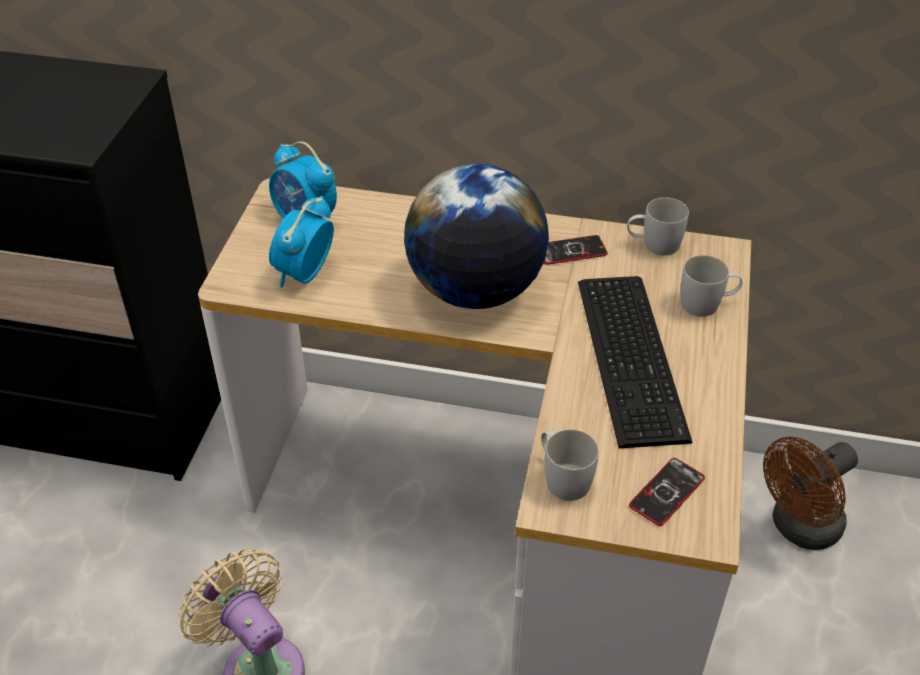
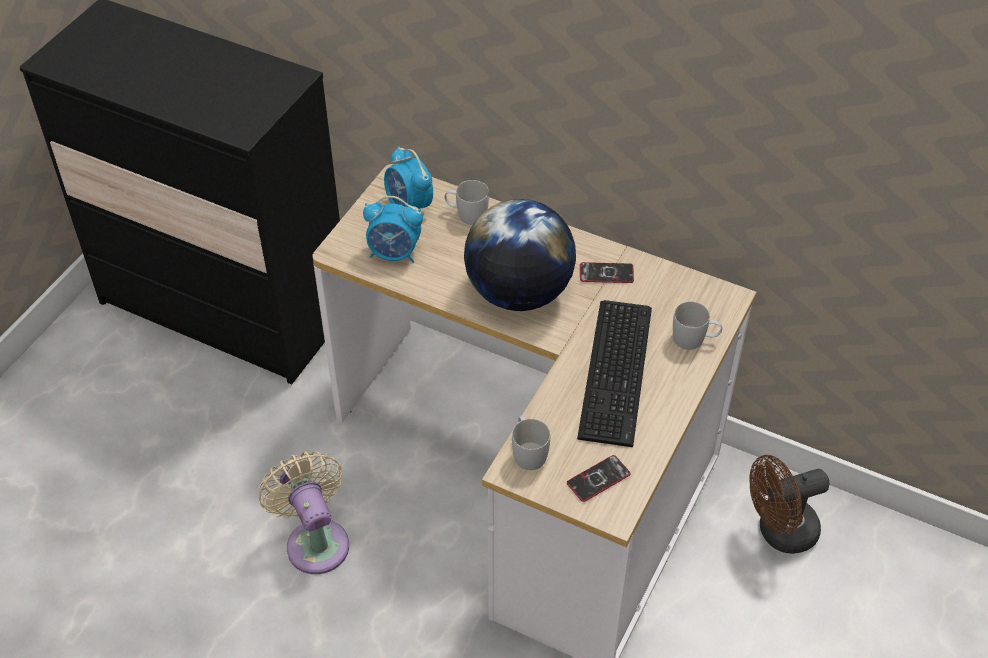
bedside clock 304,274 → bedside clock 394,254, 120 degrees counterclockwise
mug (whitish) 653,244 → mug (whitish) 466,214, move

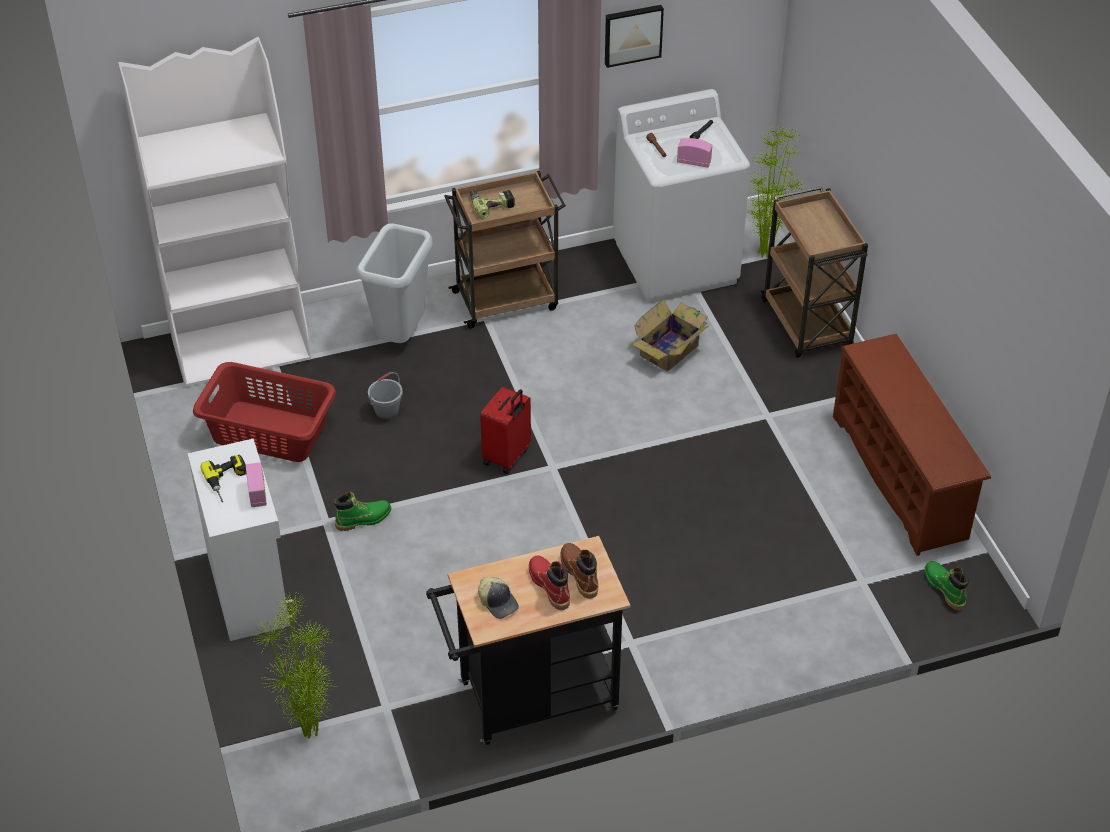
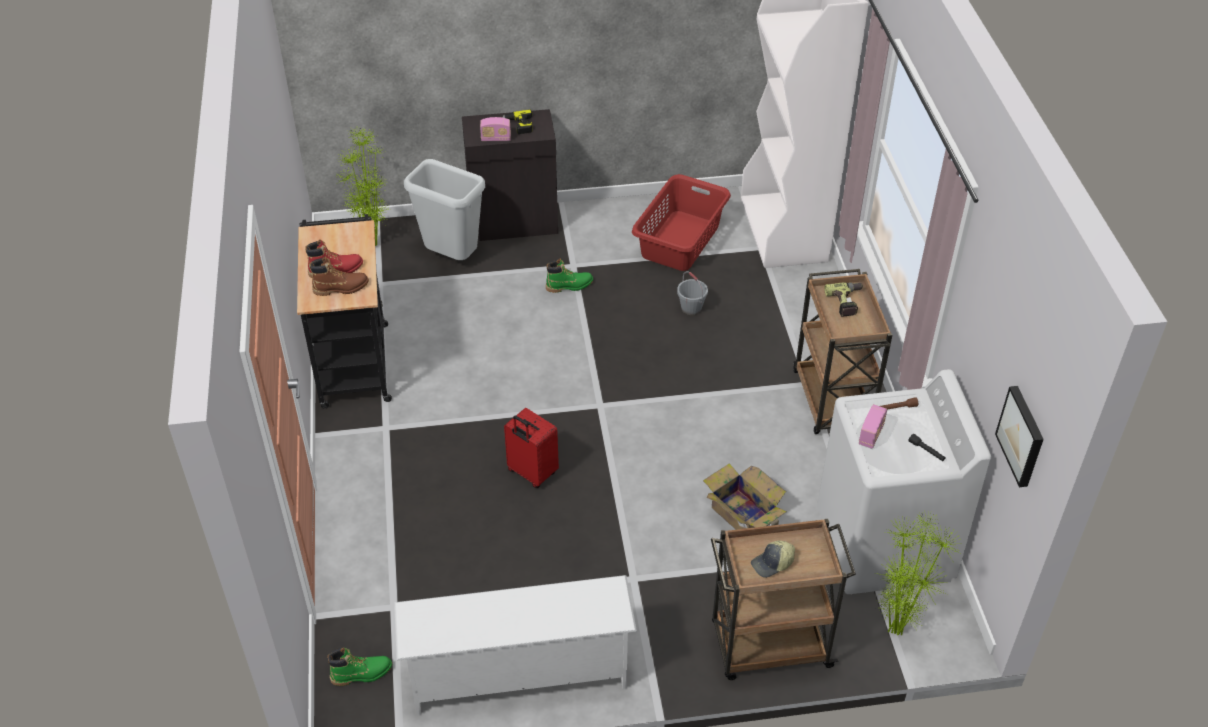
shoe stand (brown-coloured) 901,477 → shoe stand (whitish) 518,676
rubbish bin (gray) 402,337 → rubbish bin (gray) 451,258, move
storage cabinet (whitish) 250,590 → storage cabinet (blackish) 514,224
suitcase (red-coloured) 507,456 → suitcase (red-coloured) 531,473, move
tall boot (green-coloured) 363,519 → tall boot (green-coloured) 569,286, 90 degrees counterclockwise
cap 498,602 → cap 772,564, move
wall picture 632,34 → wall picture 1022,436, move

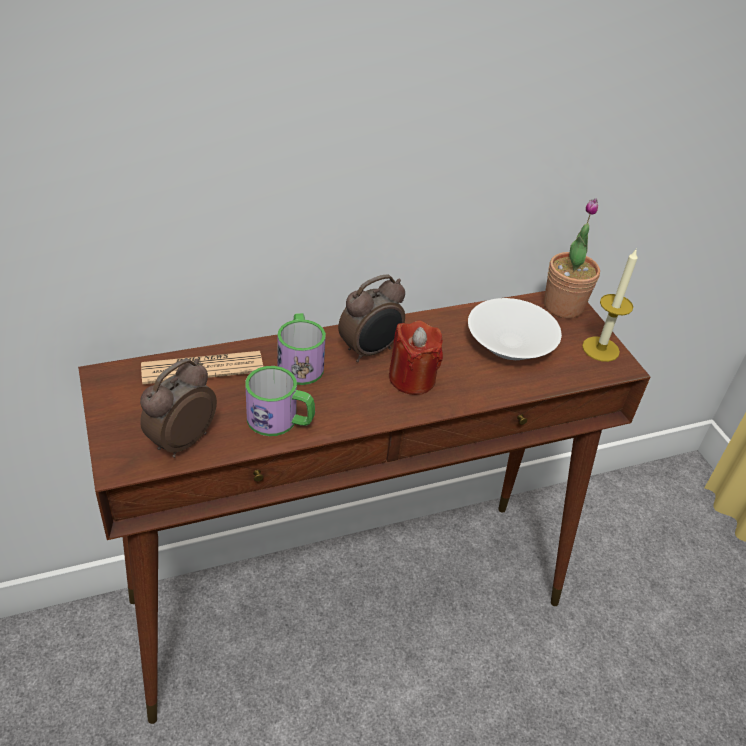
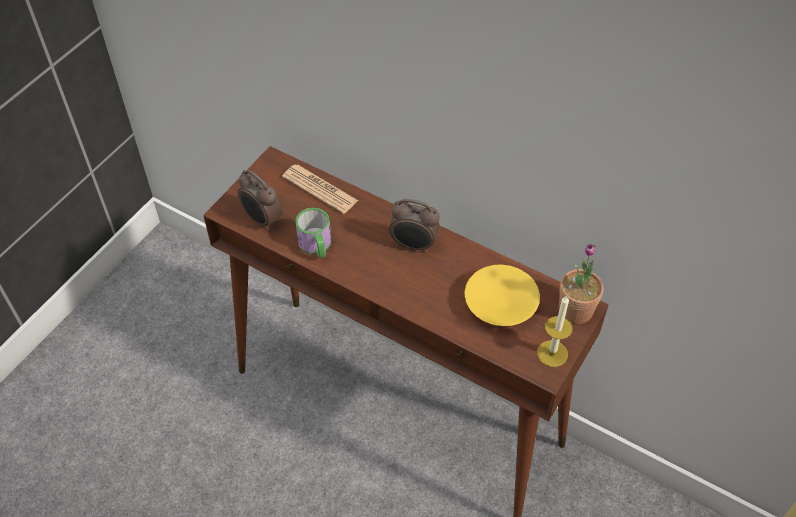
bedside clock 181,441 → bedside clock 262,220, 135 degrees counterclockwise
bowl (whitish) 511,344 → bowl (yellow-coloured) 500,305
mug 300,362 → -
candle (red-coloured) 412,379 → -

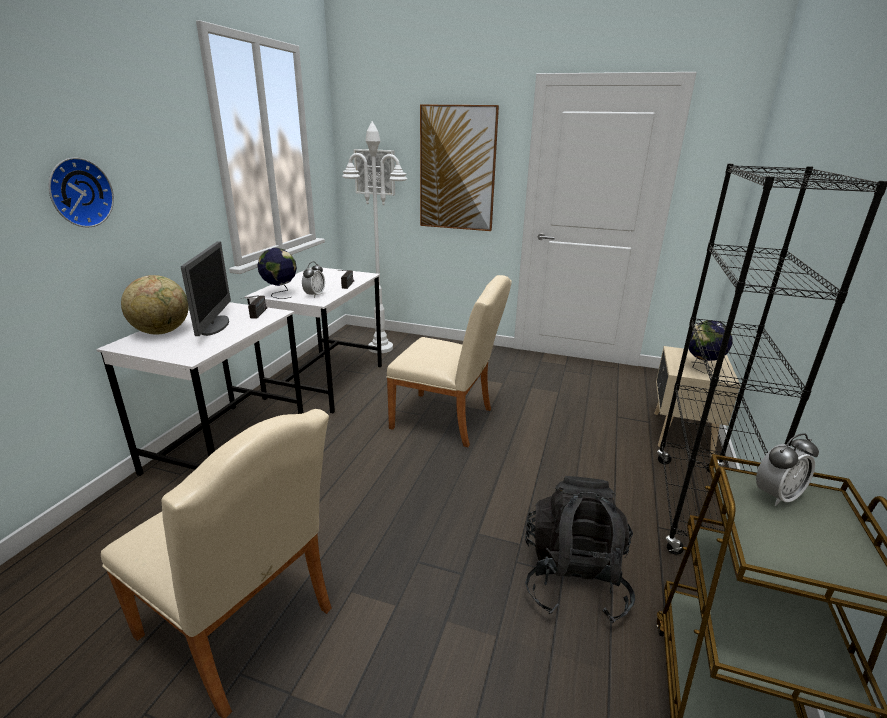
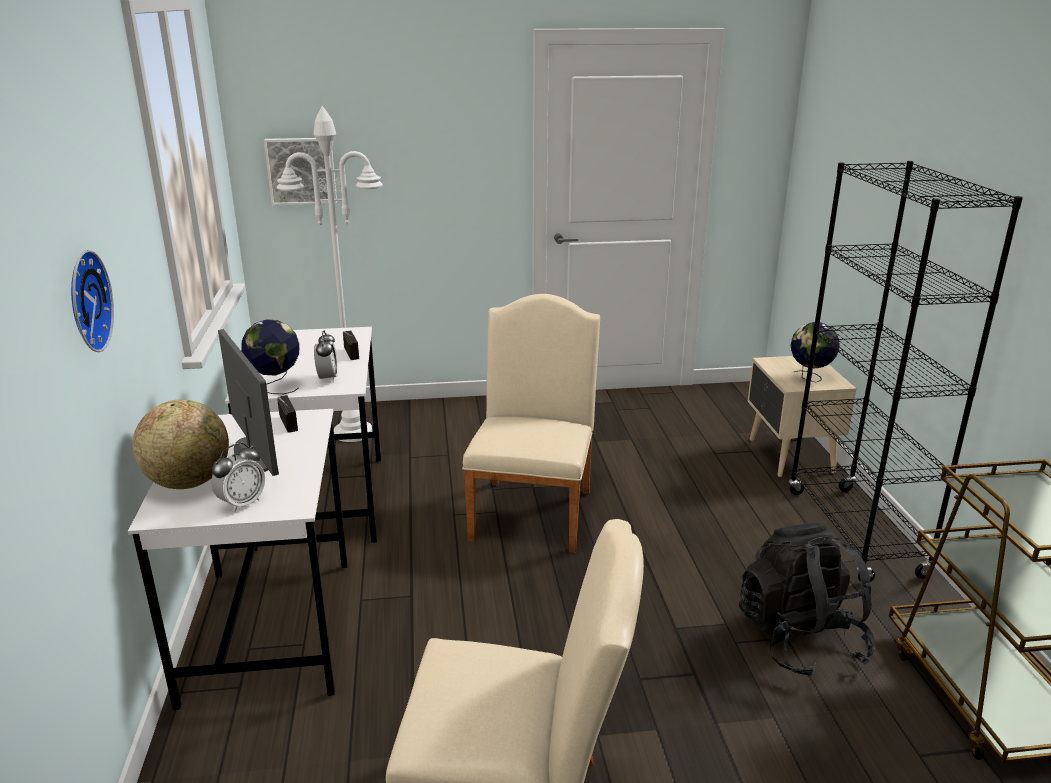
bedside clock 776,496 → bedside clock 242,503, move
upright chair (beige) 448,420 → upright chair (beige) 534,509, 75 degrees counterclockwise
wall picture 457,169 → -

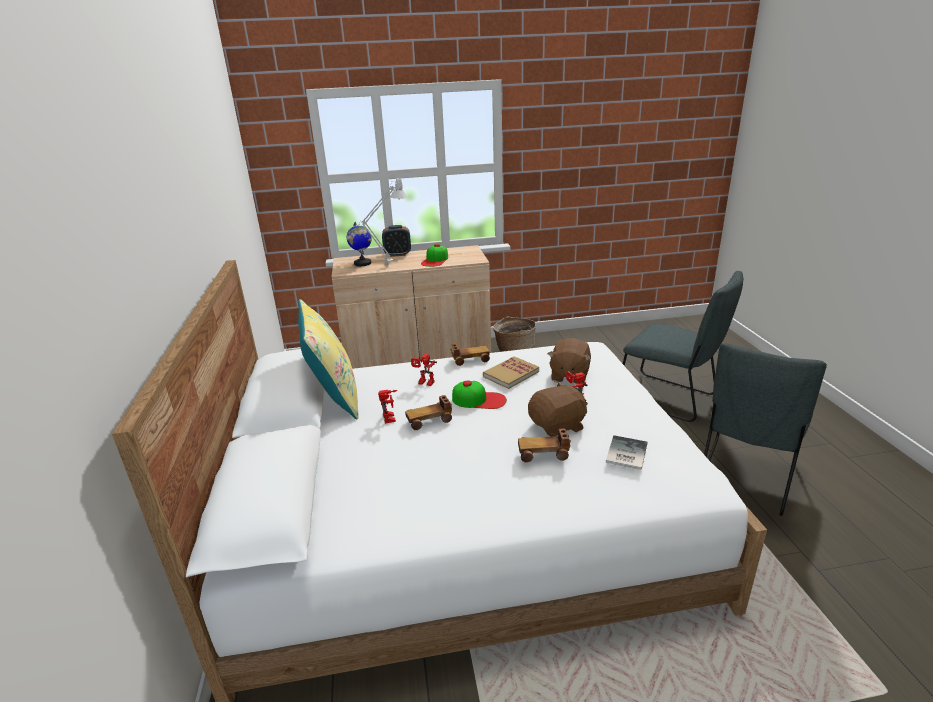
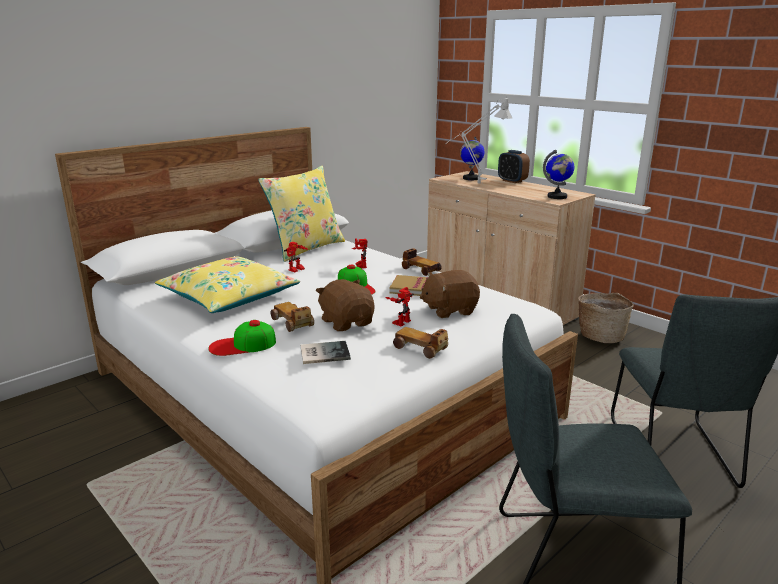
- → throw pillow (yellow-coloured) 229,297
cap 435,260 → cap 242,345, move
cuddly toy (brown-coloured) 558,426 → cuddly toy (brown-coloured) 347,323, 150 degrees counterclockwise
toy car 429,420 → toy car 421,349, move
- → world globe 557,197

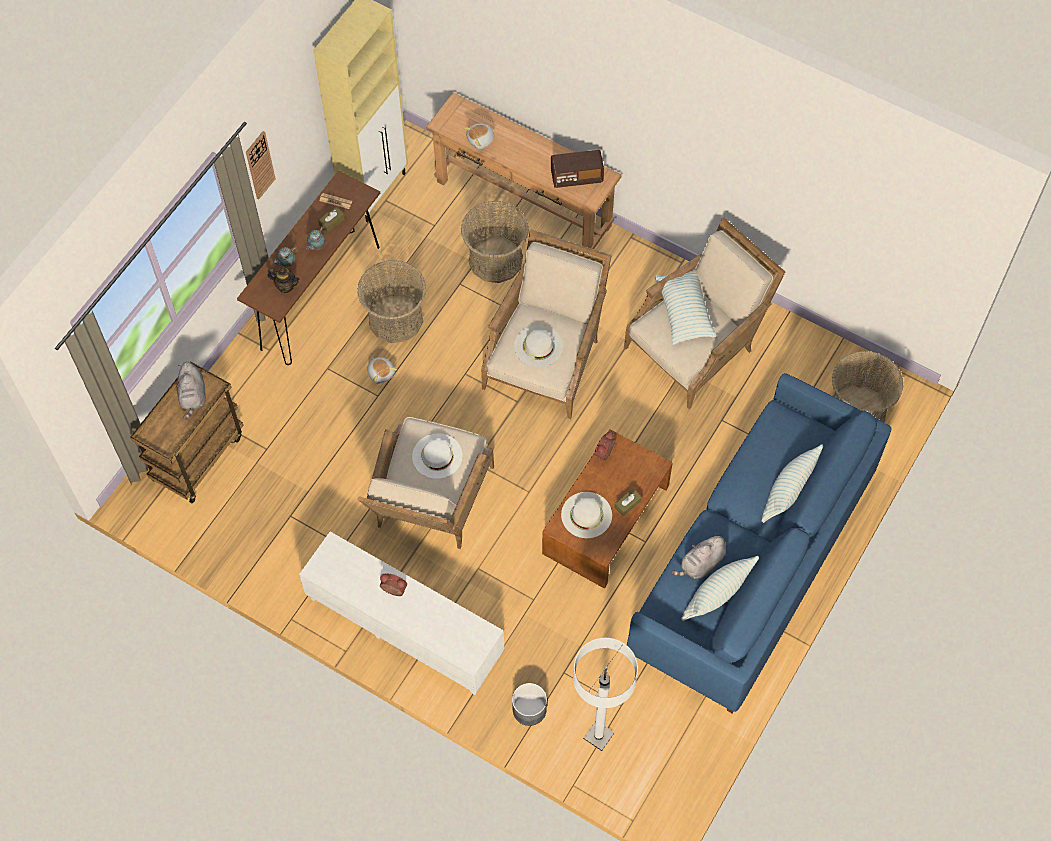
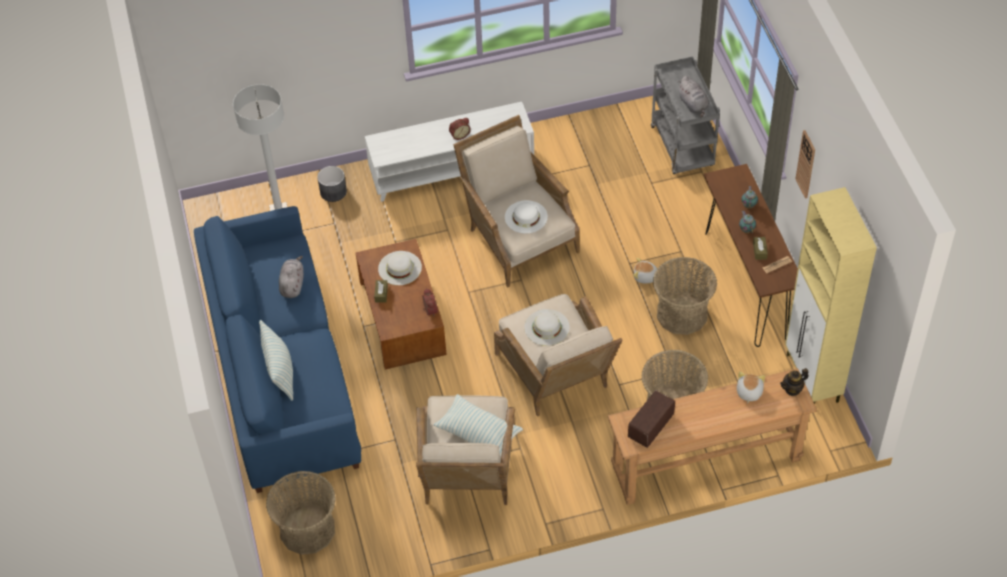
trolley (brown-coloured) 198,456 → trolley (gray) 683,147
cuddly toy (gray) 193,396 → cuddly toy (gray) 693,105, 150 degrees counterclockwise
pot for tea 285,286 → pot for tea 792,389, move
throw pillow 717,596 → -

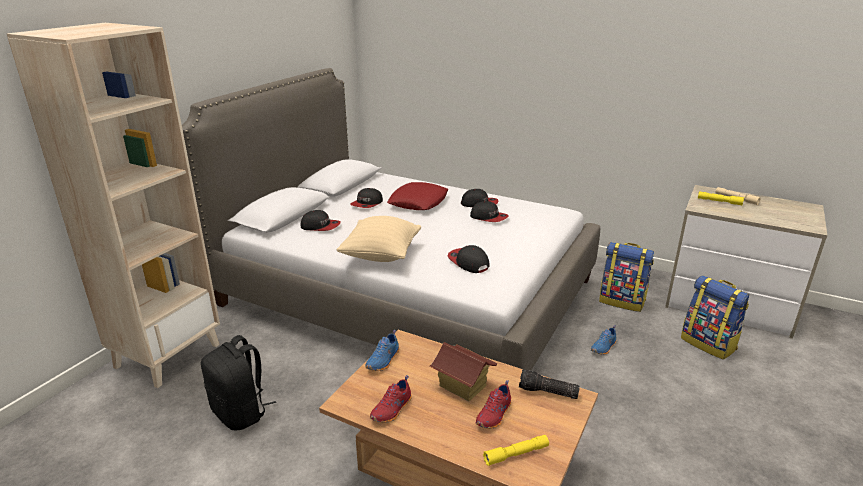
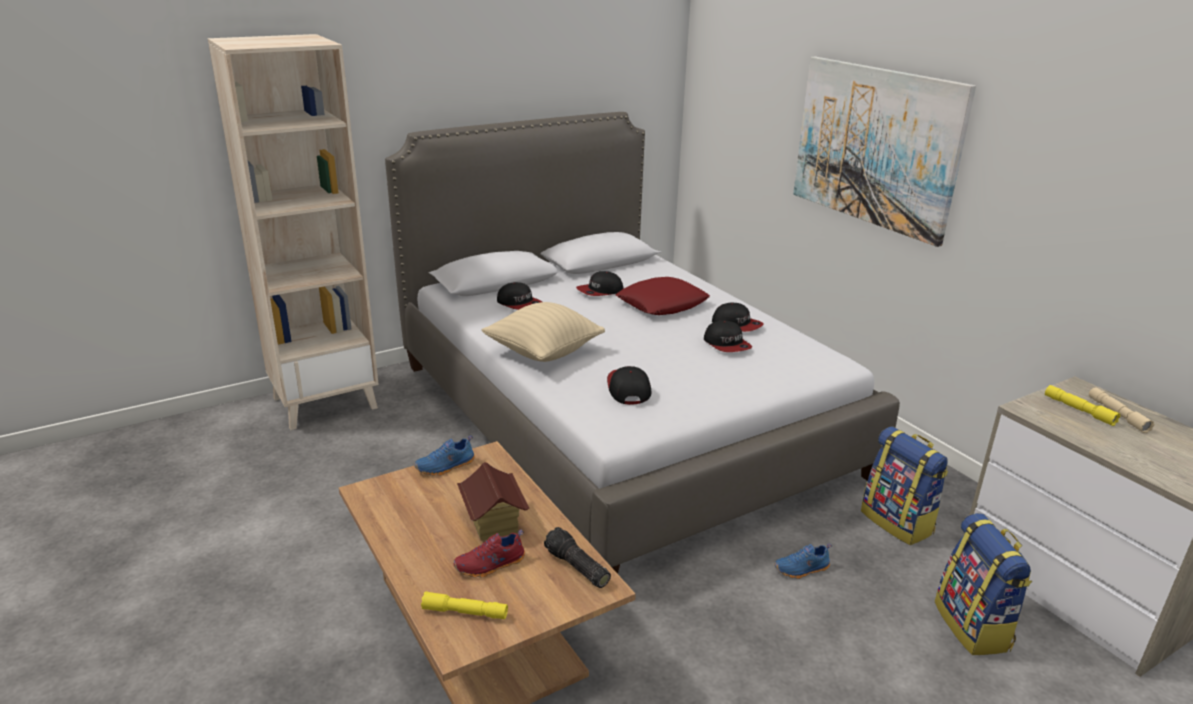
- → wall picture 875,146
knapsack (blackish) 241,413 → -
low shoe (red-coloured) 392,410 → -

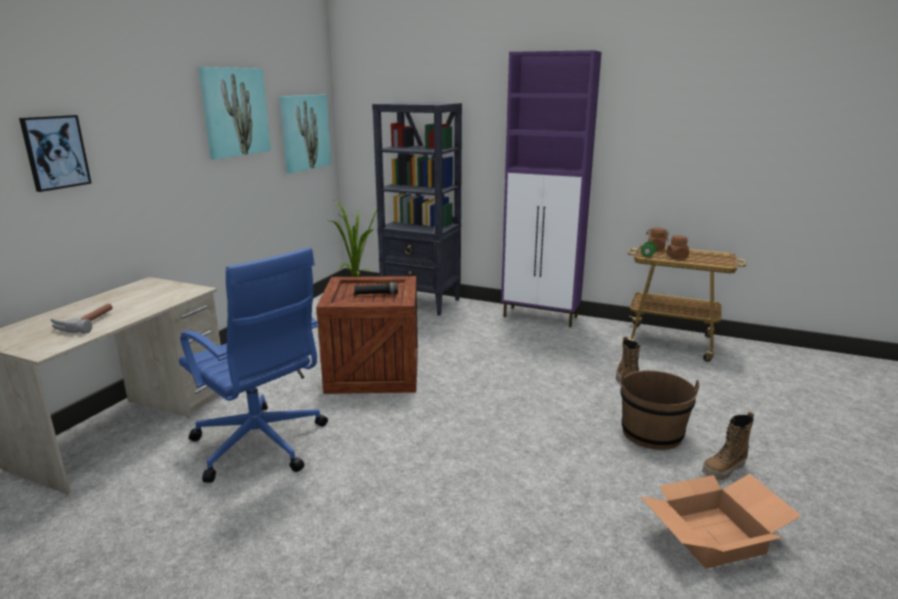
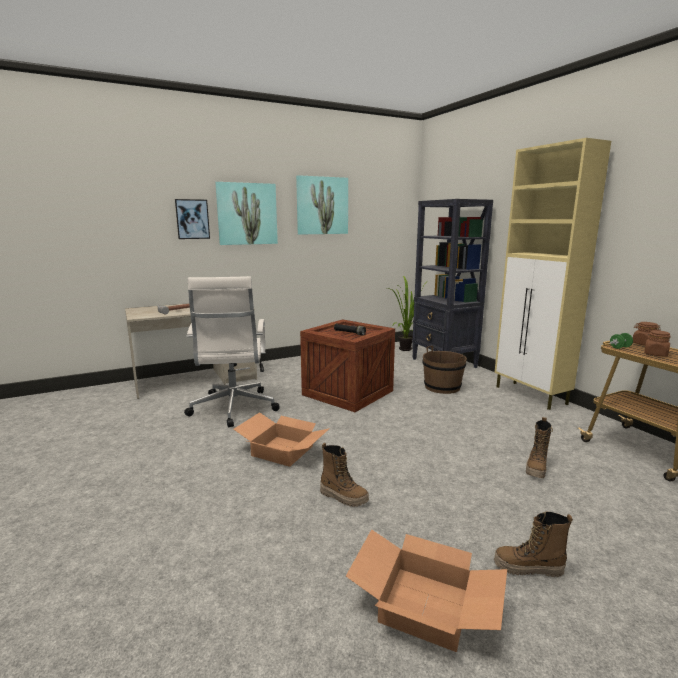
desk chair (bluish) 261,445 → desk chair (whitish) 233,408
wall picture 305,132 → wall picture 247,214, move
- → packing box 283,450
- → tall boot 344,497
water bucket (brown-coloured) 652,433 → water bucket (brown-coloured) 442,387, move
storage cabinet (purple) 541,317 → storage cabinet (beige) 531,395

